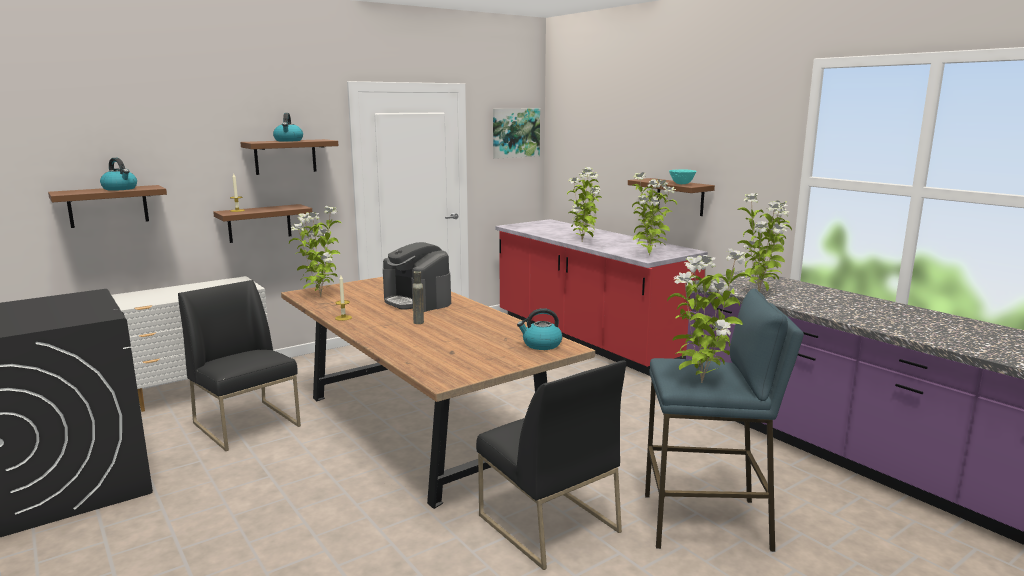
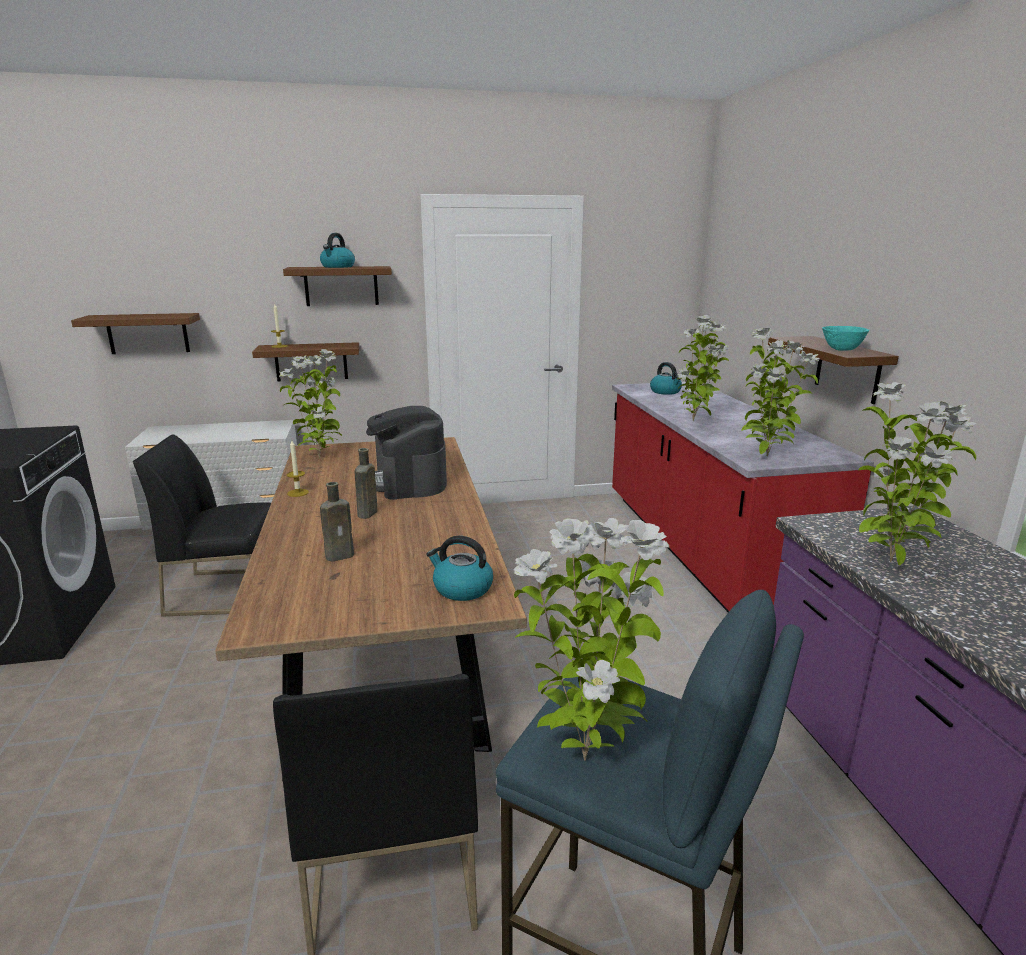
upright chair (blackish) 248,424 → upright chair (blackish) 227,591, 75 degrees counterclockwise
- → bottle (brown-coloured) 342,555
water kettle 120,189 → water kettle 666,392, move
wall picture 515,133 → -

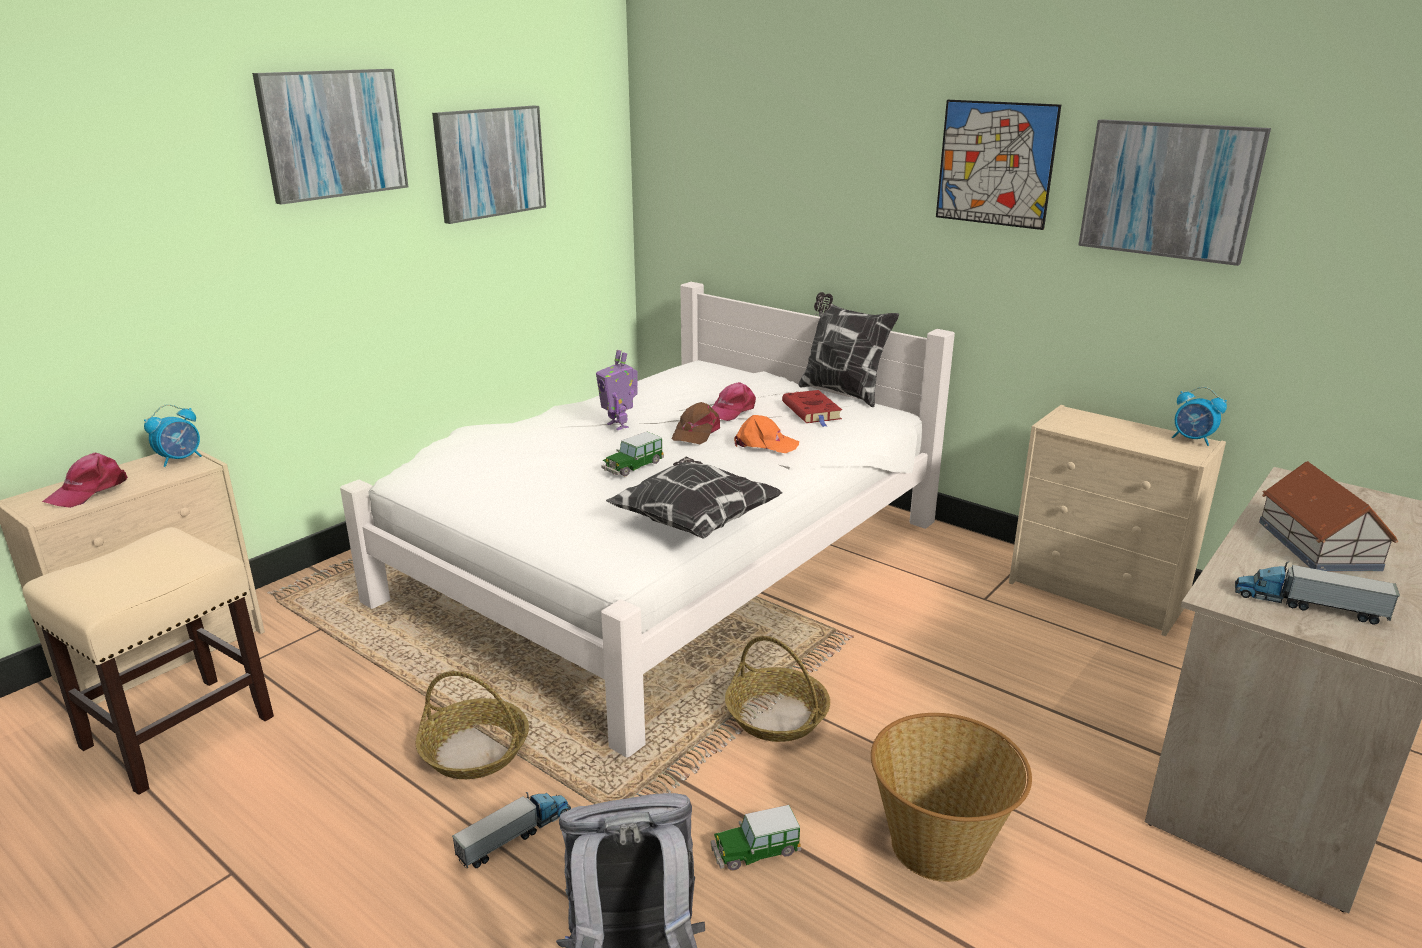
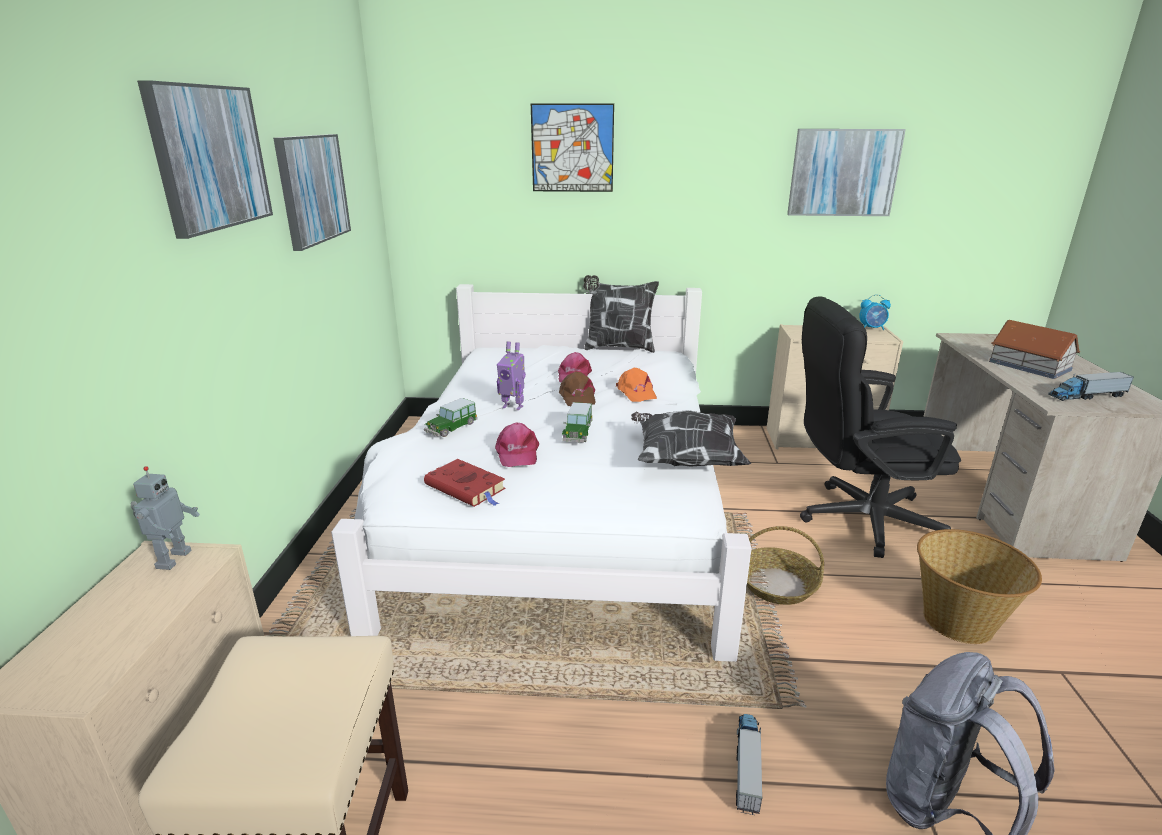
bedside clock 181,459 → toy robot 172,559
toy car 755,851 → toy car 451,428, move
bound book (red-coloured) 812,412 → bound book (red-coloured) 467,488, move
cap (pinkish) 89,491 → cap (pinkish) 517,453, move
wall picture 995,163 → wall picture 572,148, move
cap (orange) 765,444 → cap (orange) 636,392, 90 degrees clockwise
- → desk chair (blackish) 856,519
basket 474,751 → -

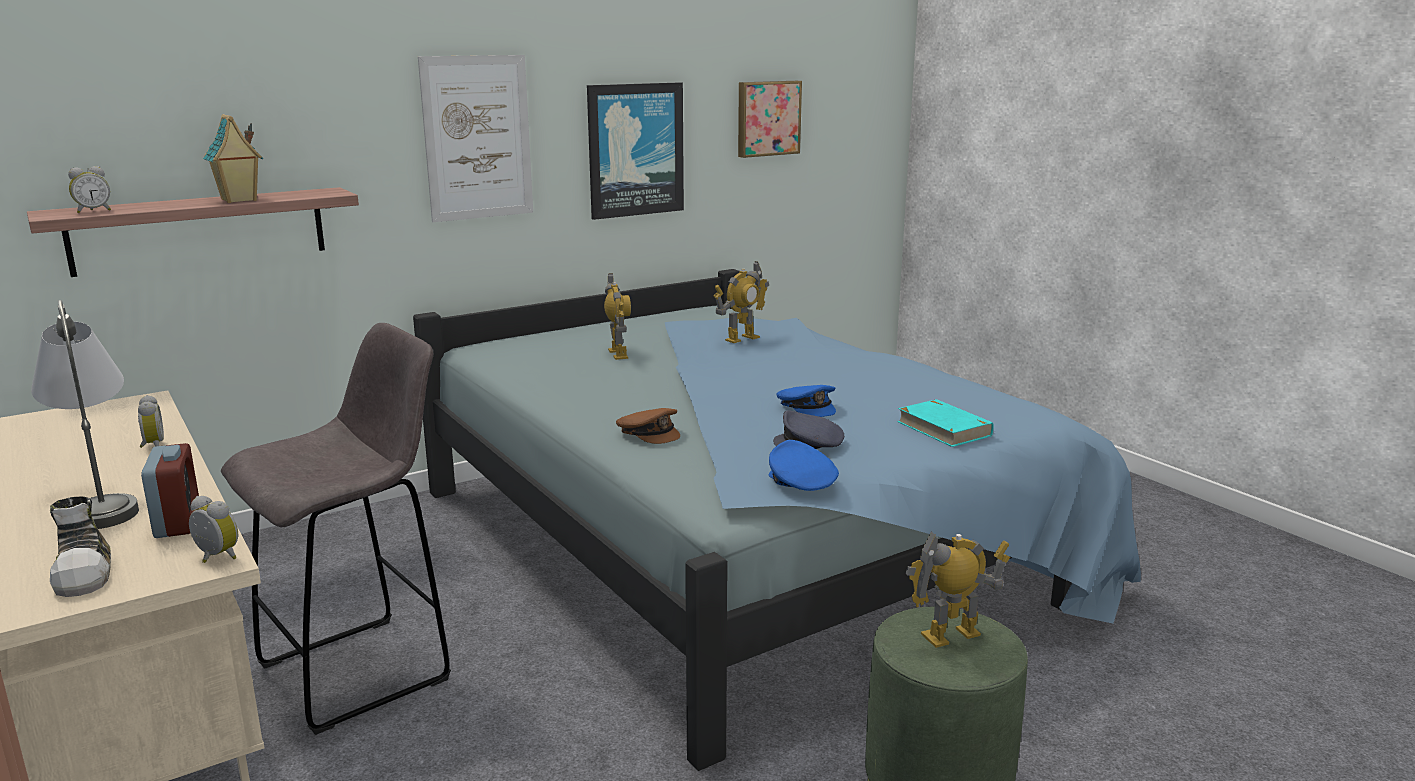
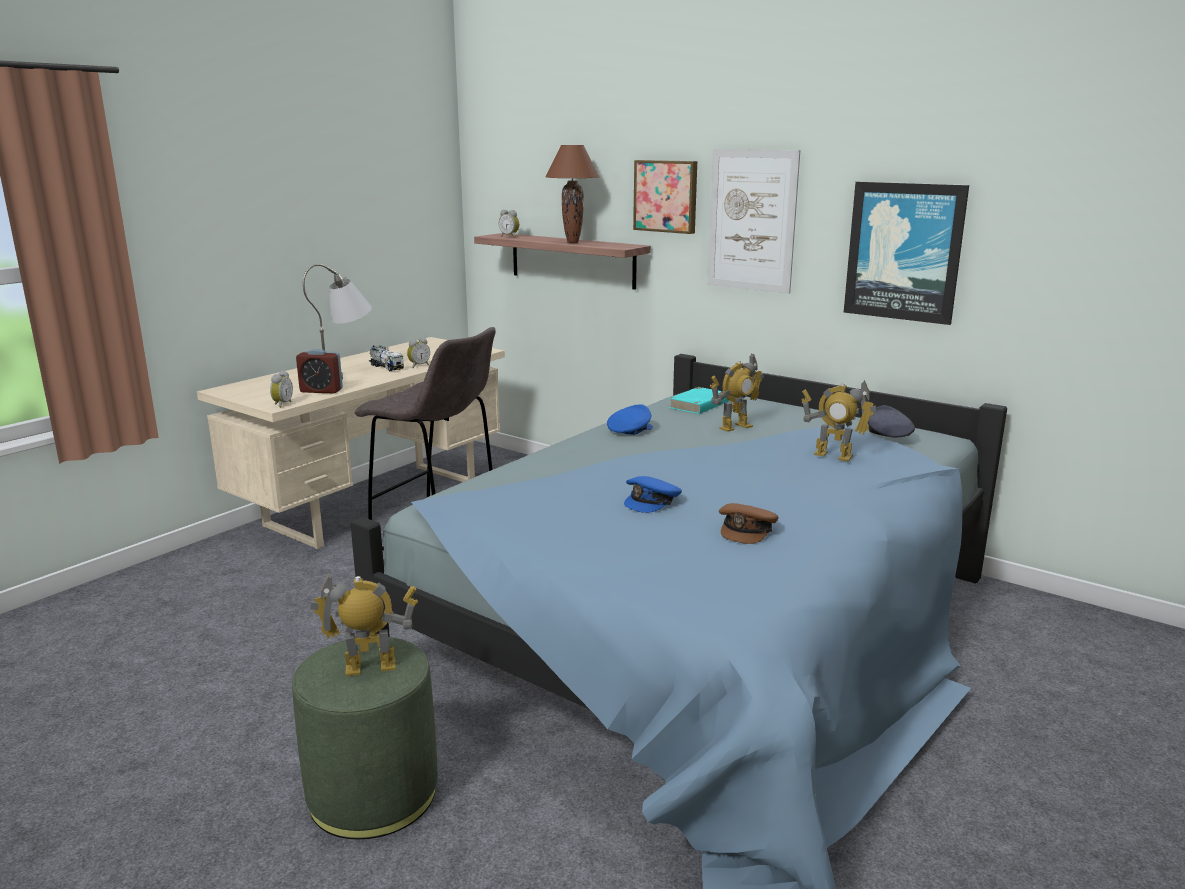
bedside clock 178,522 → bedside clock 321,390, 45 degrees clockwise
toy robot 951,636 → toy robot 370,667, 60 degrees counterclockwise
- → model truck 386,367
model house 239,200 → tabletop lamp (brown-coloured) 572,242
cap (bluish) 800,482 → cap (bluish) 629,430, move
wall picture 767,118 → wall picture 666,196, move
bound book (turquoise-coloured) 944,428 → bound book (turquoise-coloured) 699,405, move
cap (brown-coloured) 649,433 → cap (brown-coloured) 747,529, move
cap (gray) 809,444 → cap (gray) 887,433, move
low shoe 85,572 → -

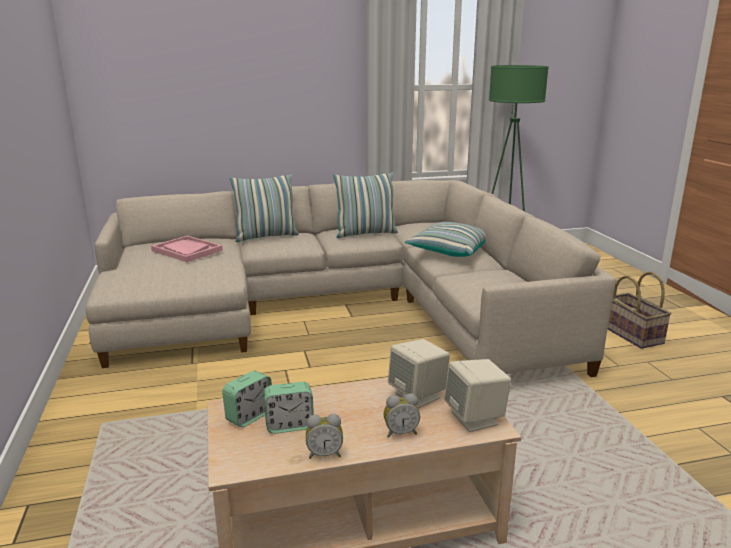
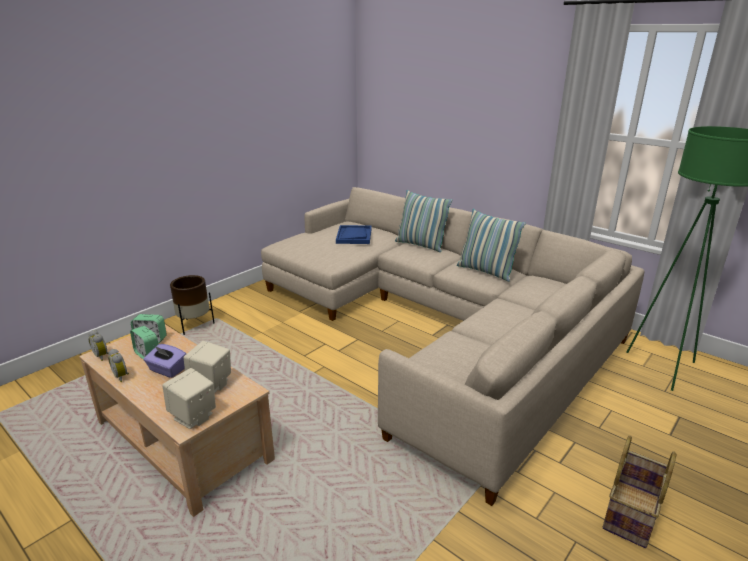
bedside clock 400,432 → bedside clock 102,356, move
- → box of tissues (purple) 167,370
- → flower pot (brown-coloured) 194,326
serving tray (pinkish) 187,250 → serving tray (bluish) 354,236
throw pillow 449,251 → -

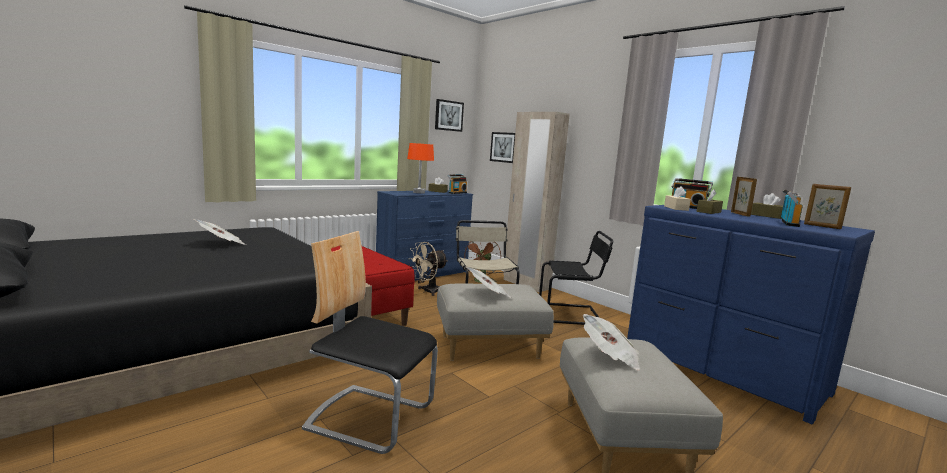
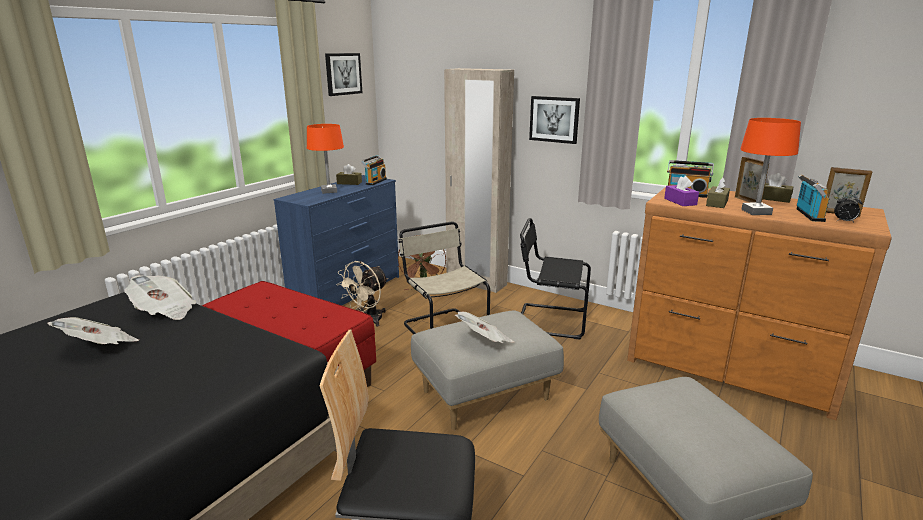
printed paper 610,357 → printed paper 164,311, move
upright chair (blackish) 572,314 → upright chair (blackish) 548,320, 150 degrees counterclockwise
wall picture 504,147 → wall picture 554,119, move
drawer chest (bluish) 721,371 → drawer chest (brown-coloured) 730,368
box of tissues (beige) 676,208 → box of tissues (purple) 680,201
- → tabletop lamp (orange) 756,212
- → bedside clock 844,221

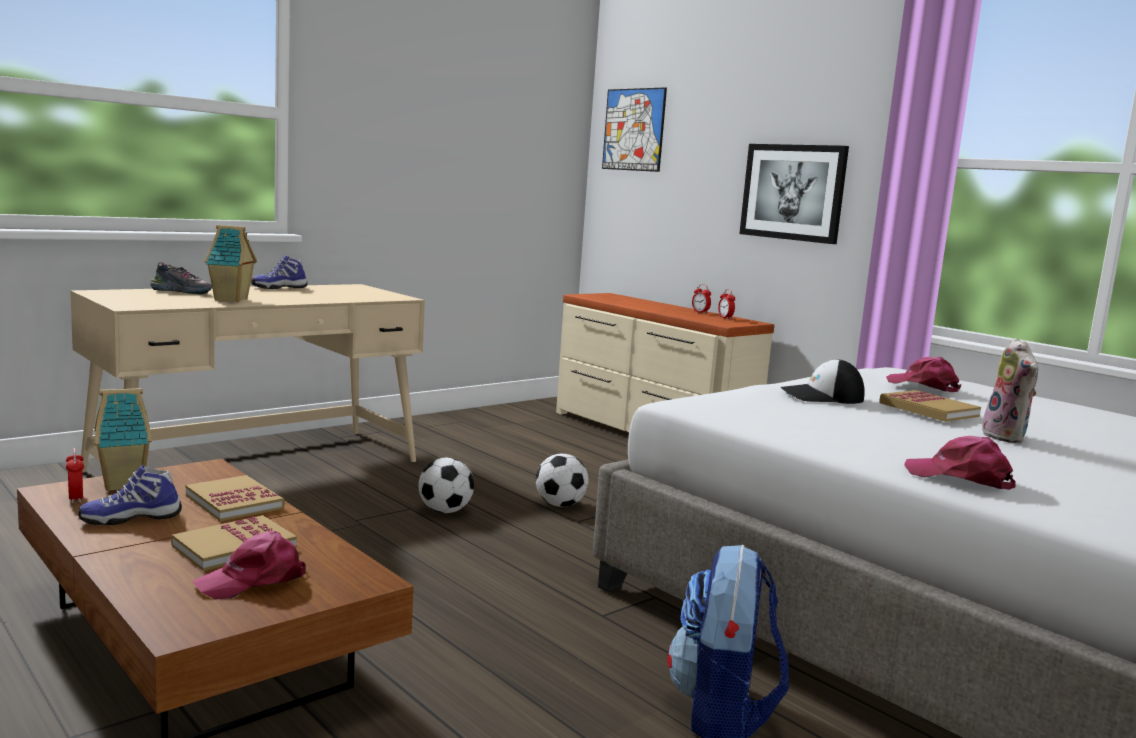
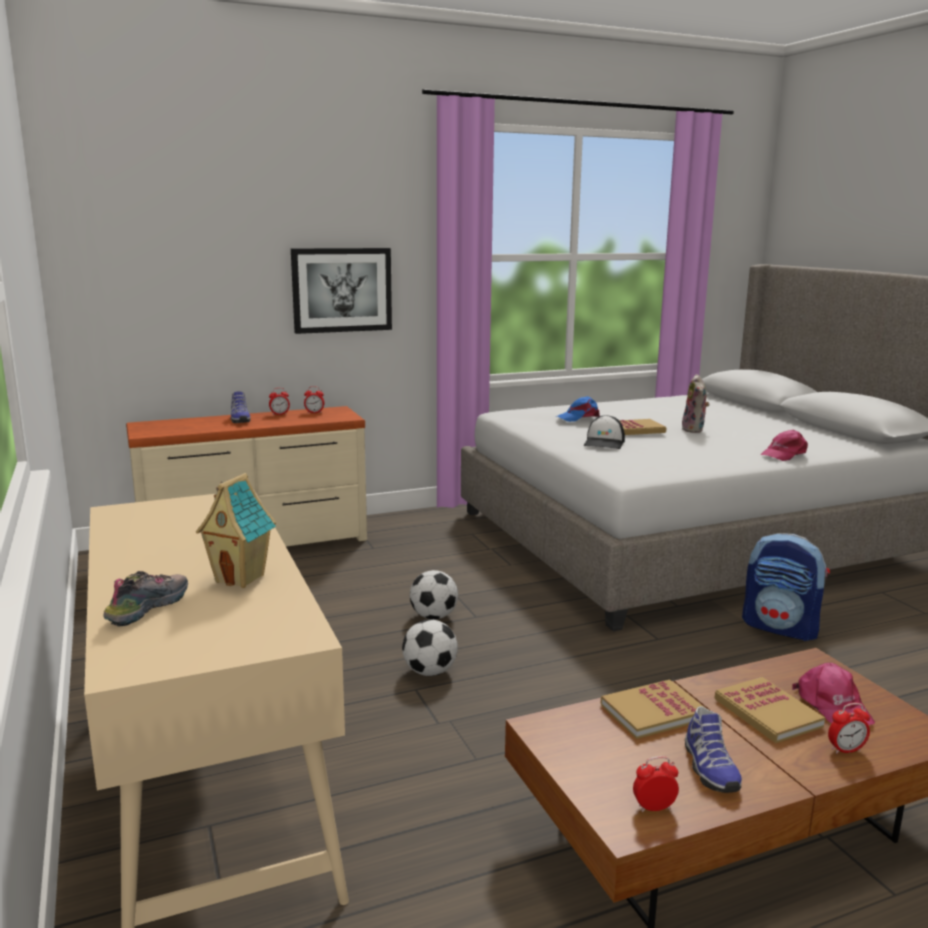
low shoe 279,288 → low shoe 239,419, move
cap (pinkish) 923,386 → cap (bluish) 579,417
cuddly toy 1007,437 → cuddly toy 694,430, 75 degrees clockwise
- → bedside clock 846,750
model house 125,484 → -
wall picture 633,129 → -

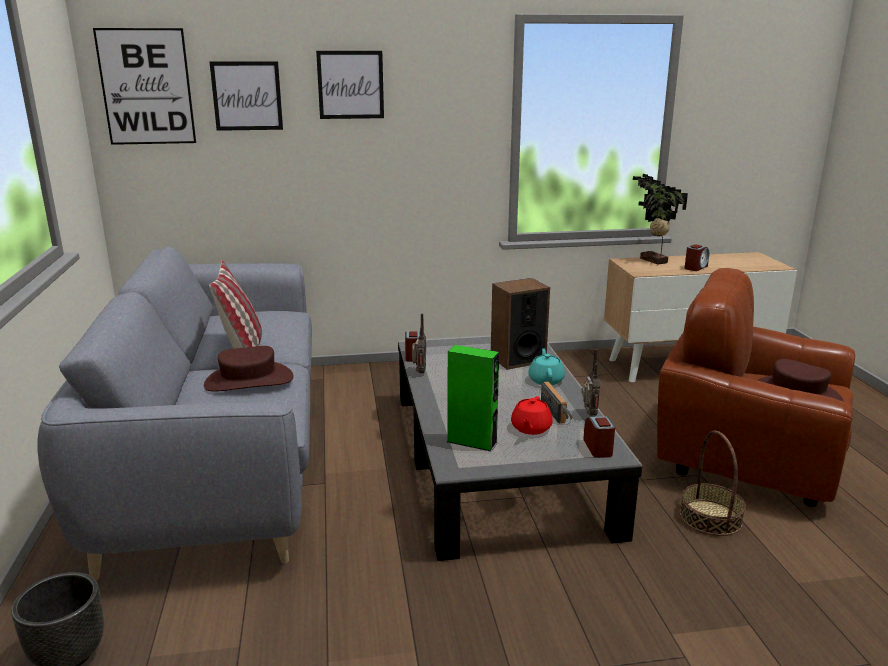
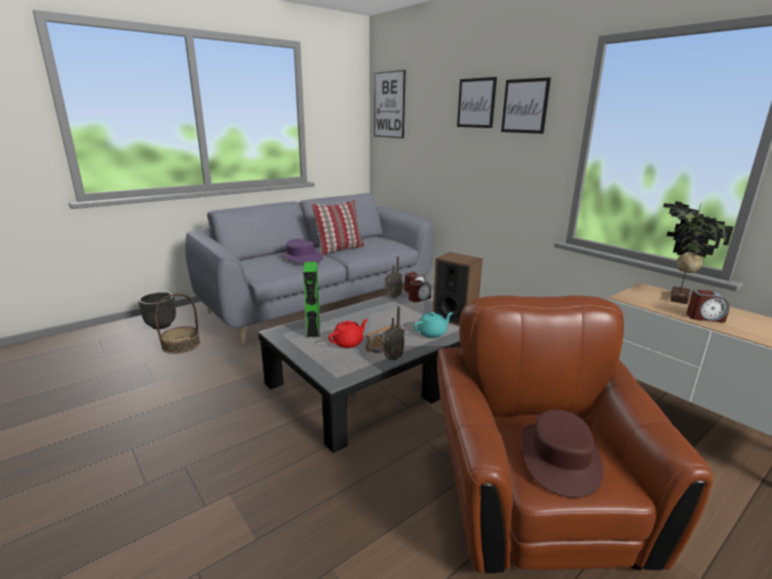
basket 710,517 → basket 181,345, move
hat (brown-coloured) 249,381 → hat (purple) 301,258
pot for tea (red-coloured) 530,428 → pot for tea (red-coloured) 348,343, 150 degrees clockwise
bedside clock 598,448 → bedside clock 419,298, move
wall picture 247,96 → wall picture 525,106, move

